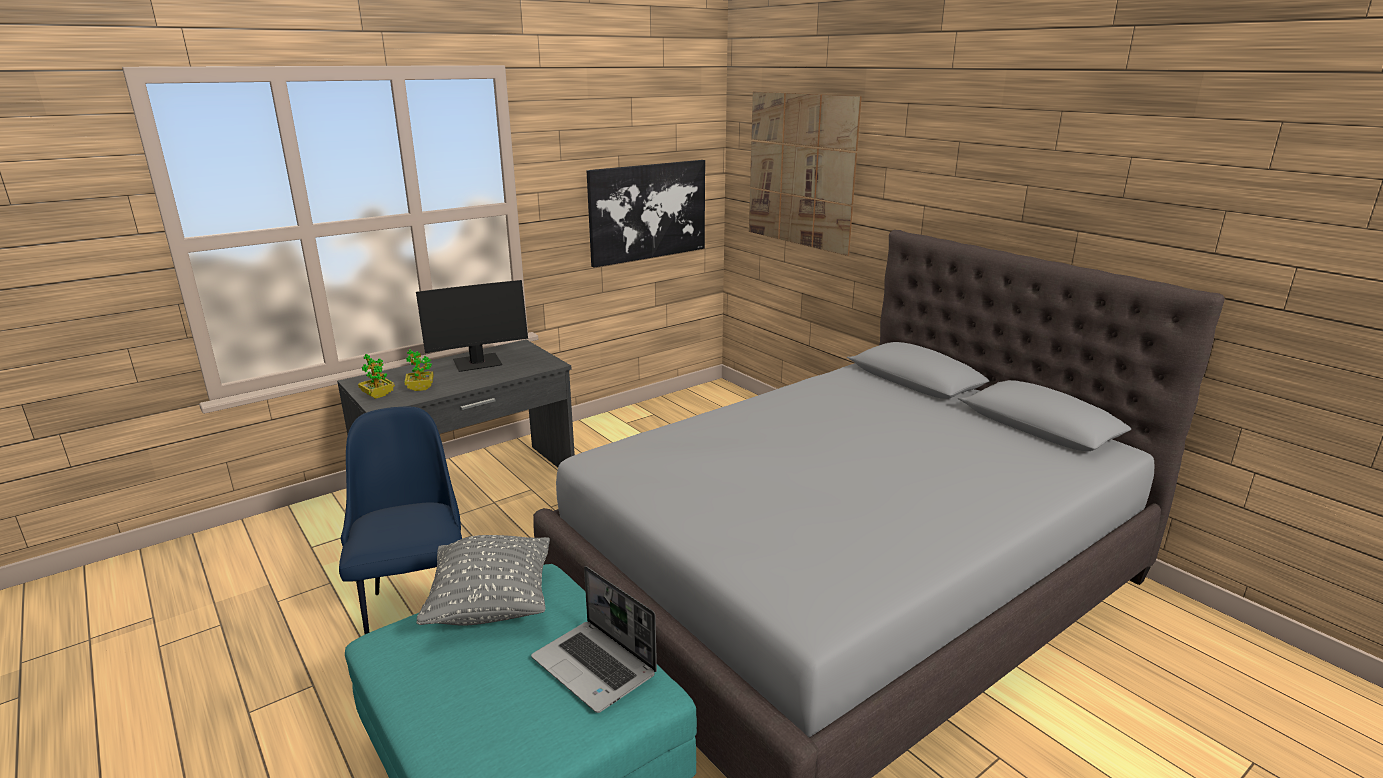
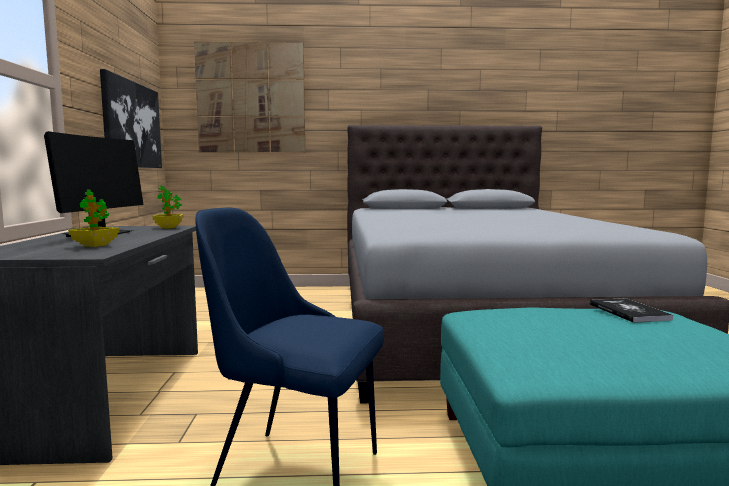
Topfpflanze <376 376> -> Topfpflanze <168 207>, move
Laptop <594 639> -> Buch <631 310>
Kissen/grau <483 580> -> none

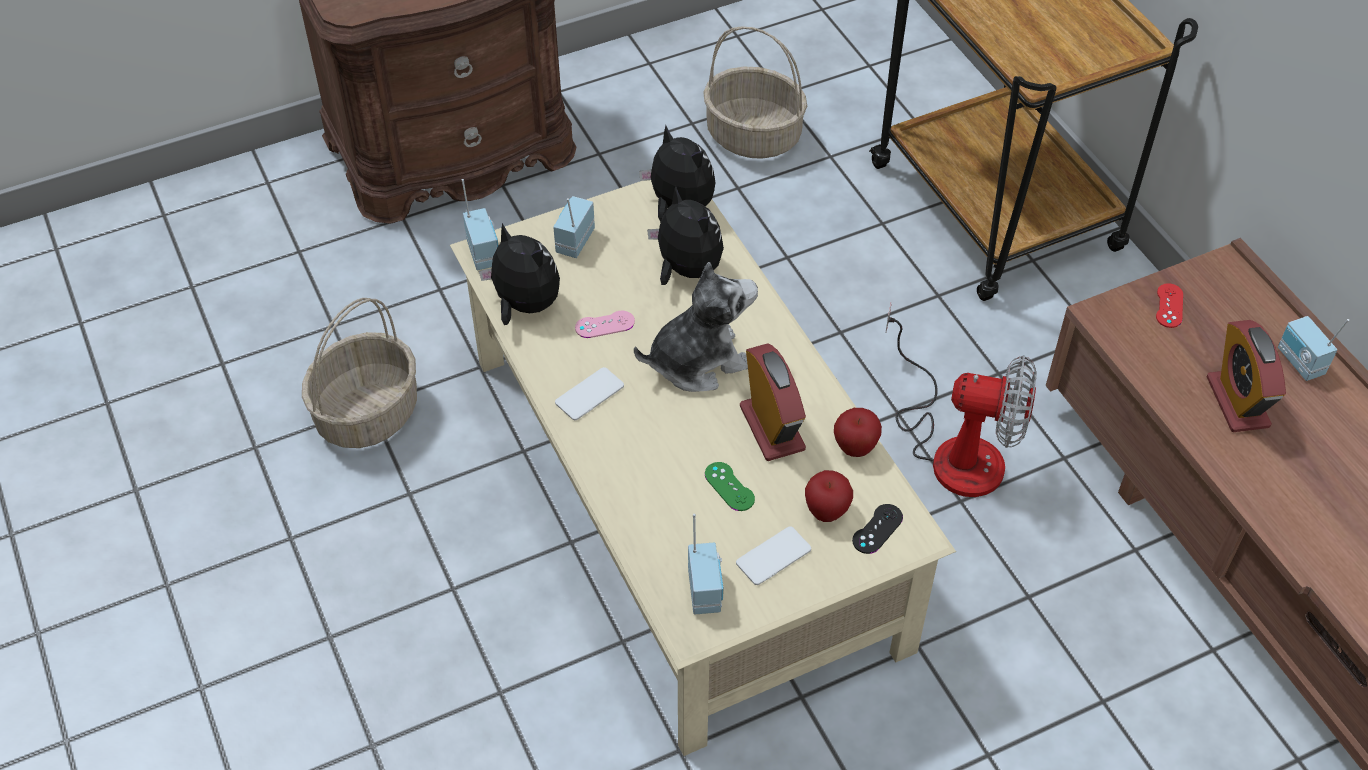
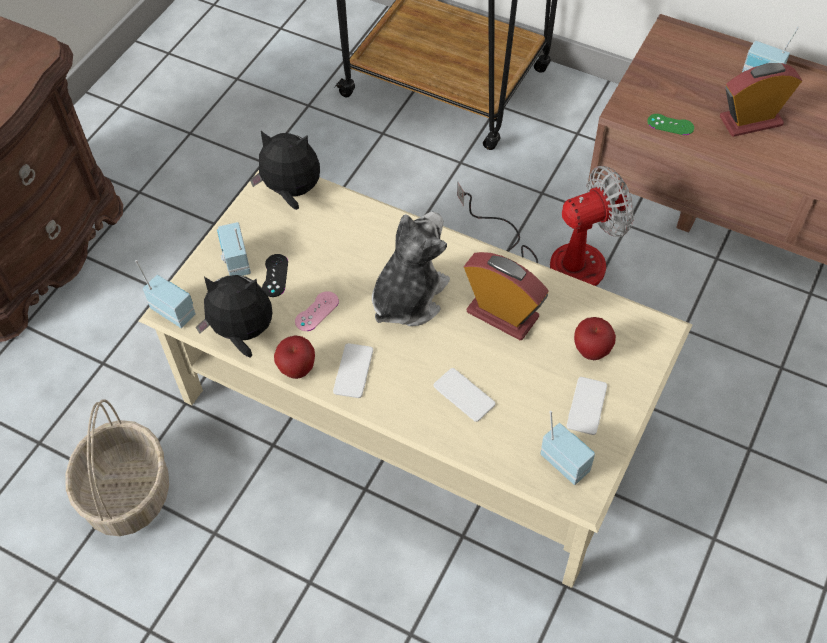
Gamepad/schwarz <877 529> -> Gamepad/schwarz <275 275>, move
Apfel <858 432> -> Apfel <294 357>, move
none -> Handy <464 395>
Gamepad/grün <730 486> -> Gamepad/grün <670 124>, move
Wecker <1246 376> -> Wecker <761 100>, 120 degrees clockwise
Plüschtier <685 235> -> none
Korb <755 92> -> none
Gamepad/rot <1169 305> -> none

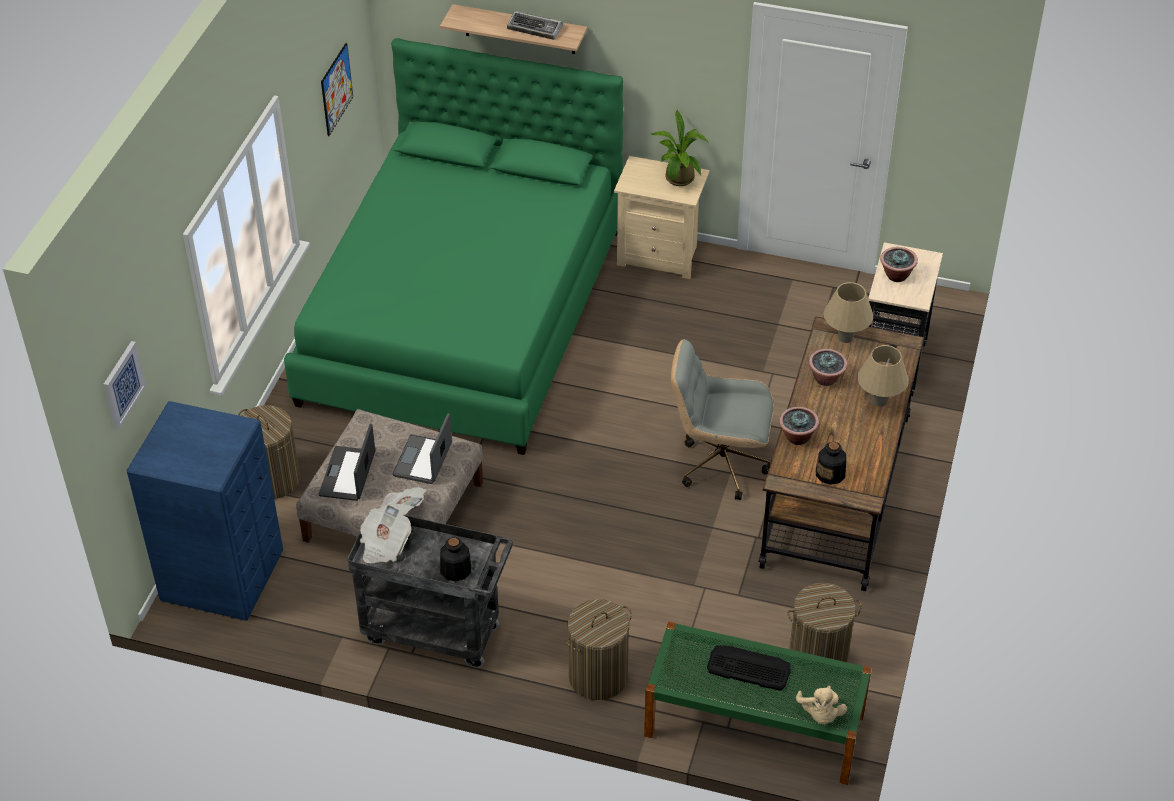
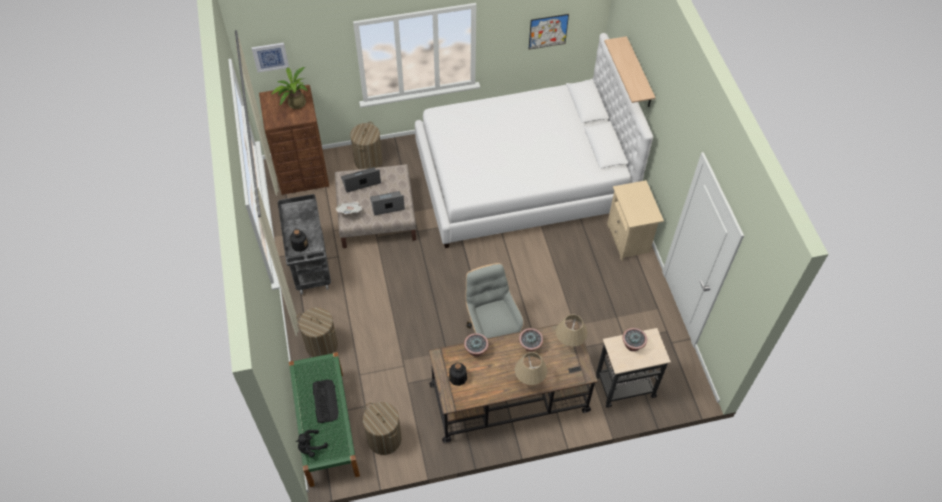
Kommode/blau <204 511> -> Kommode/braun <294 140>
Topfpflanze <680 148> -> Topfpflanze <290 88>, move
Plüschtier/beige <821 705> -> Plüschtier/schwarz <312 443>
Bett/grün <453 246> -> Bett/weiß <534 140>
Zeitung <385 533> -> none
Tastatur <535 25> -> none

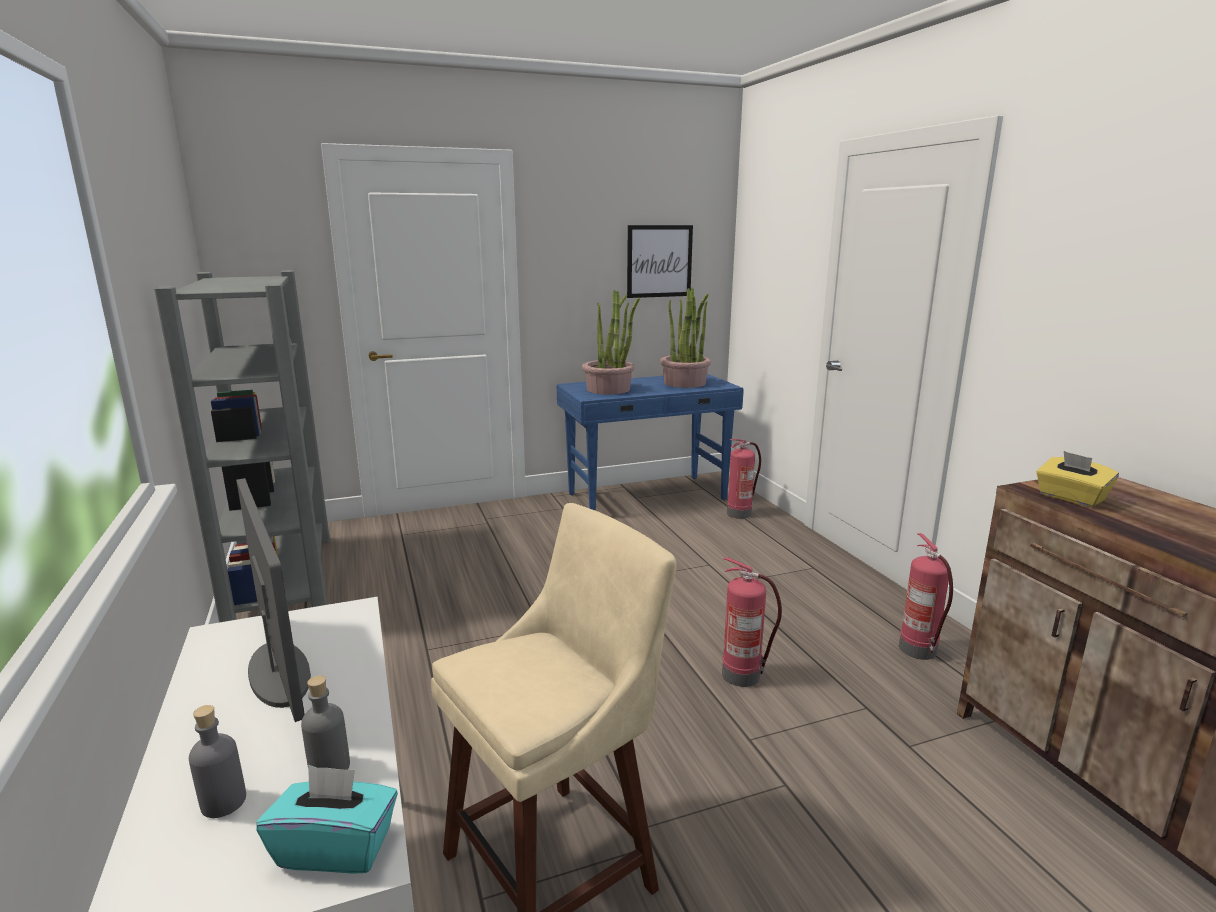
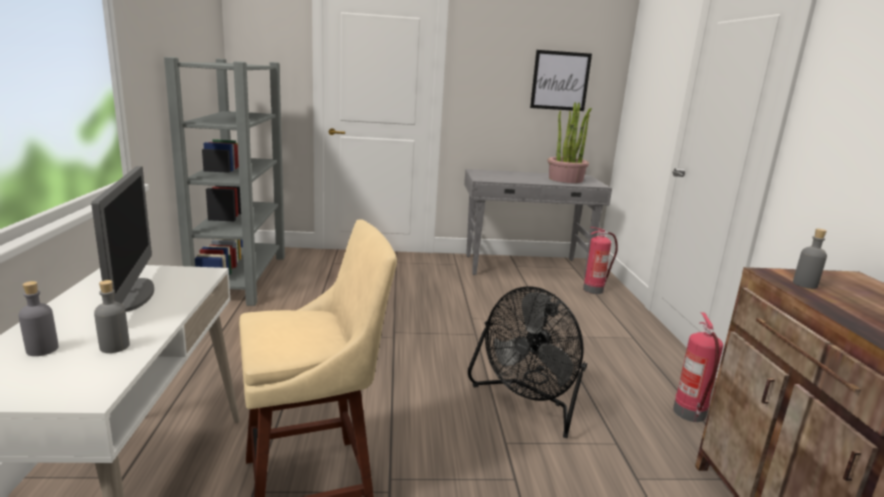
Konsolentisch/blau <650 442> -> Konsolentisch/grau <538 223>
Feuerlöscher <752 622> -> Ventilator/schwarz <527 362>
Taschentuchbox/gelb <1077 479> -> Flasche/grau <810 258>
Taschentuchbox/türkis <327 819> -> none
Topfpflanze <611 342> -> none

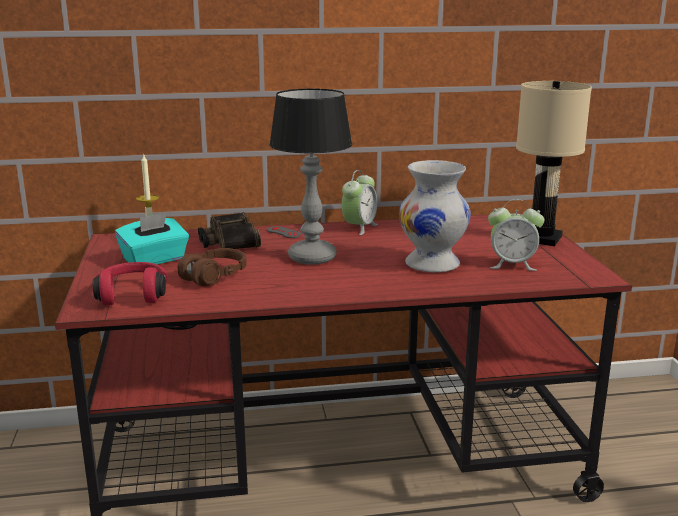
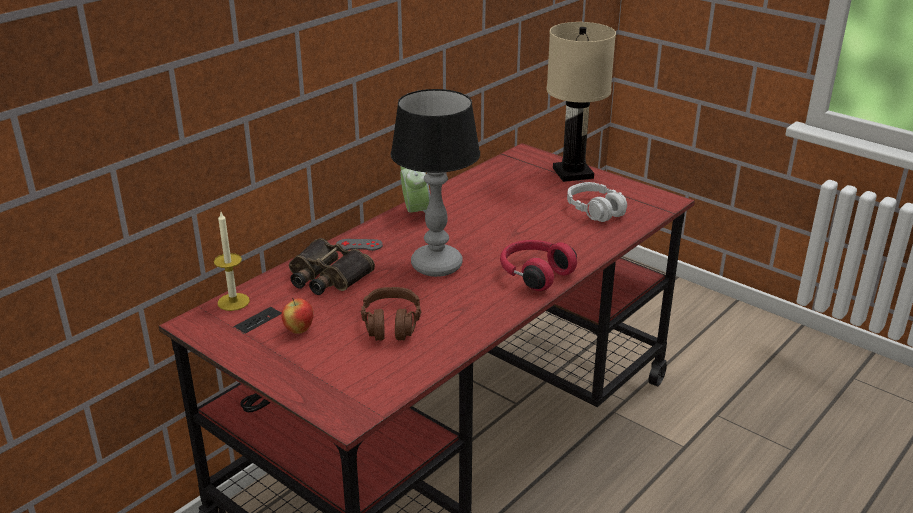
Taschentuchbox/türkis <152 238> -> Apfel <298 316>
Kopfhörer/rot <130 284> -> Kopfhörer/rot <538 265>, move
Wecker <516 235> -> Kopfhörer/grau <597 202>
Vase/weiß <435 216> -> none

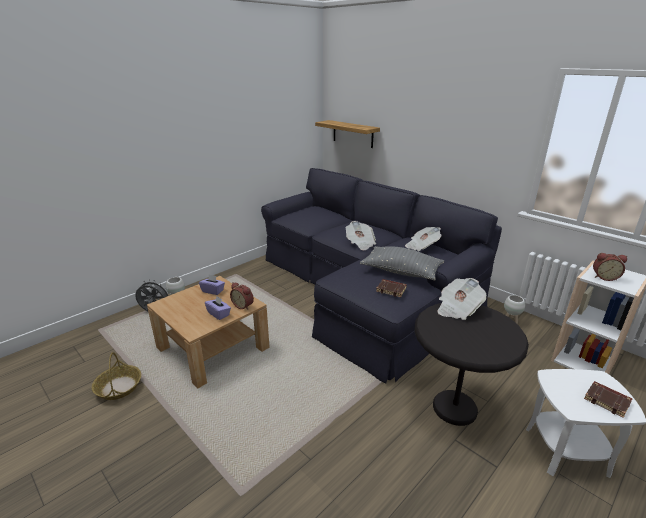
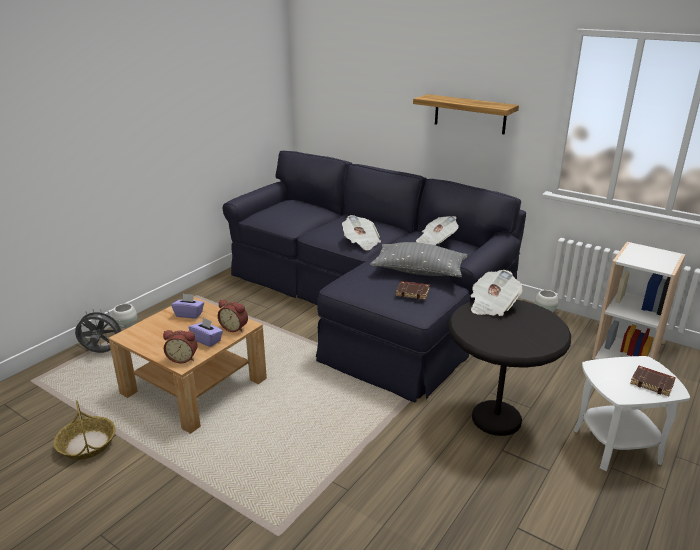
Wecker <610 267> -> Wecker <180 346>, move
Wandregal <347 134> -> Wandregal <466 114>, move

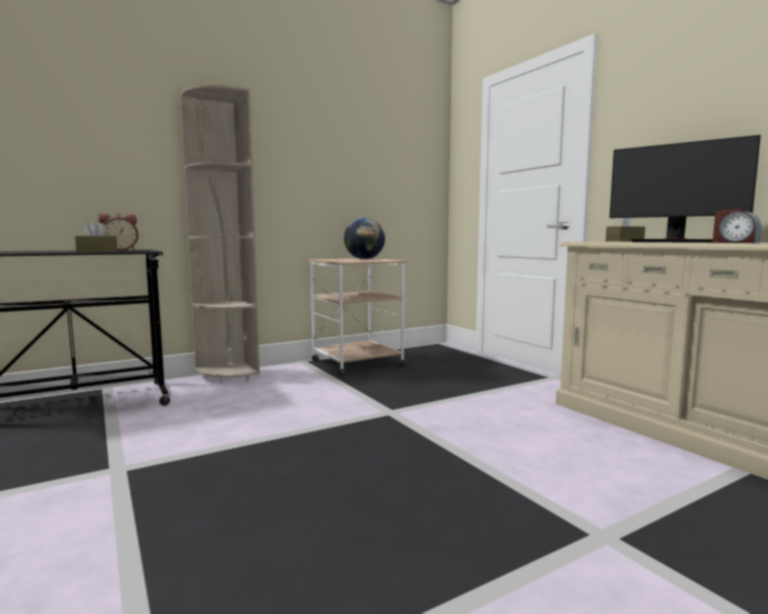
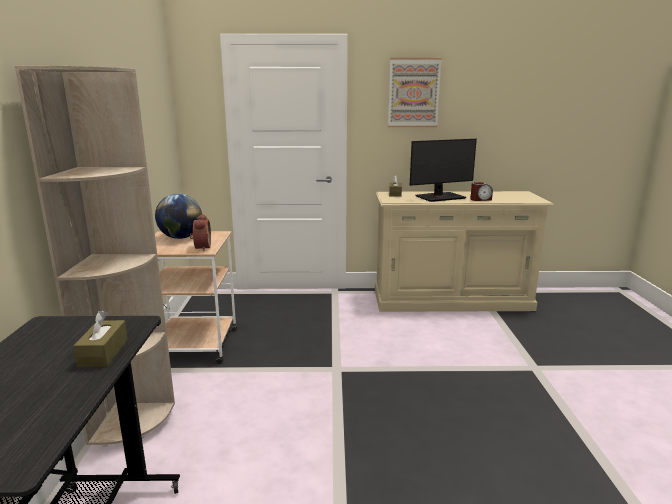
Wecker <118 232> -> Wecker <200 232>, move
none -> Bild <415 92>

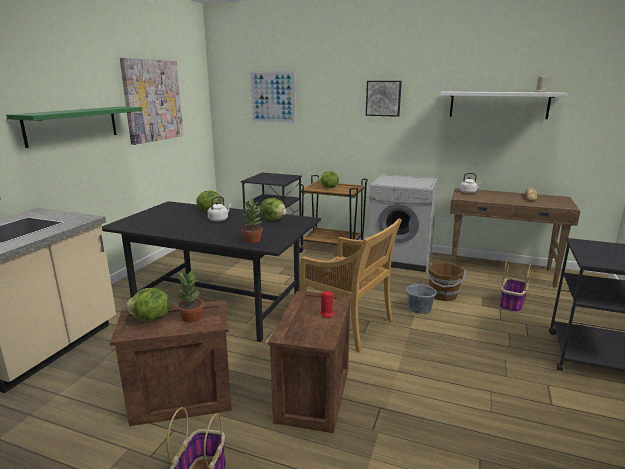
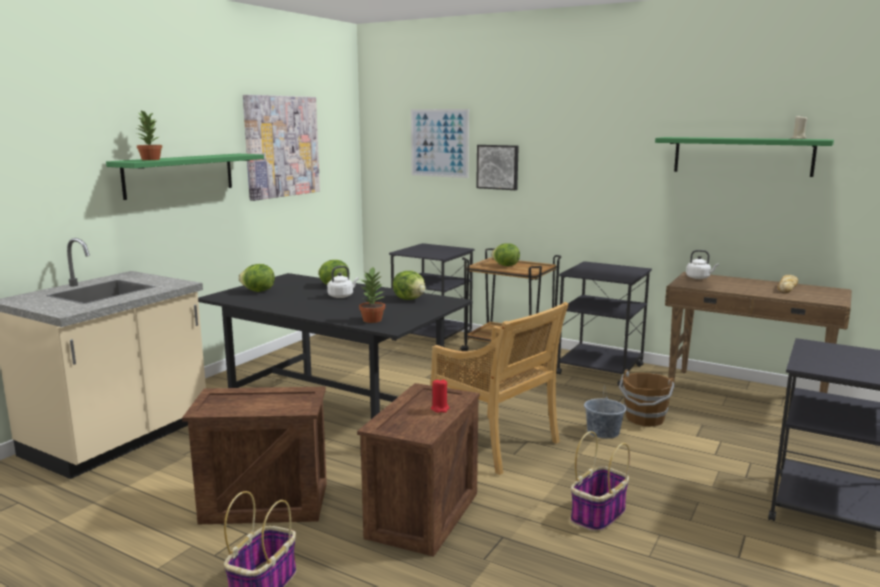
Topfpflanze <190 296> -> Topfpflanze <149 135>, move
Salatkopf <147 305> -> Salatkopf <256 278>, move
Bild <384 99> -> Bild <497 167>, move
Waschmaschine/weiß <403 223> -> Rollwagen/schwarz <604 324>
Korb <515 285> -> Korb <600 481>, move
Wandregal/weiß <504 105> -> Wandregal/grün <744 157>

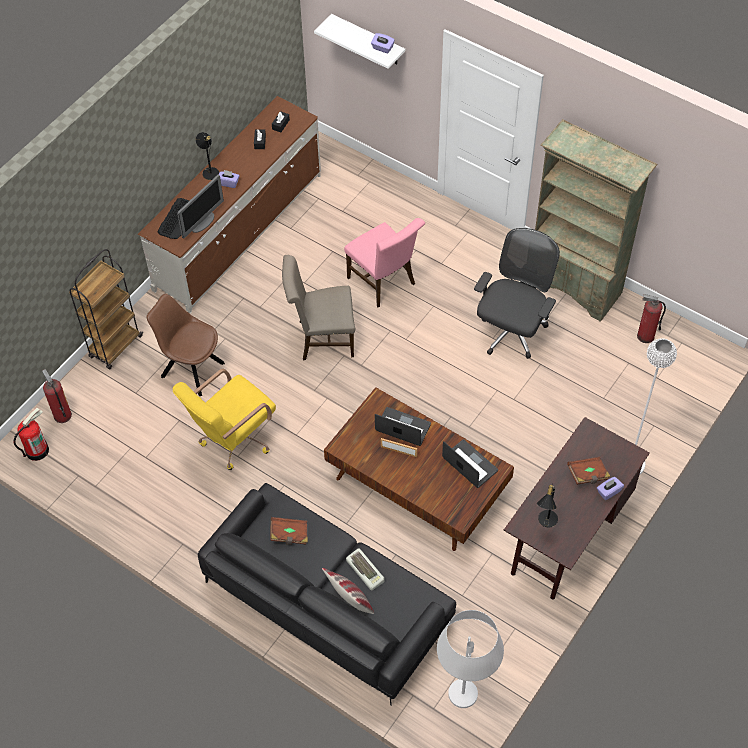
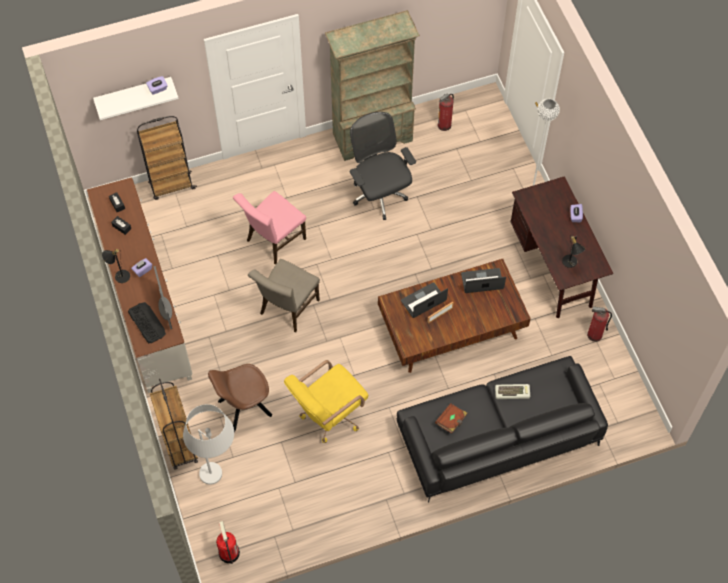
none -> Rollwagen/braun <167 158>
Stehlampe/weiß <470 659> -> Stehlampe/weiß <208 444>, move
Stuhl/rosa <384 262> -> Stuhl/rosa <269 227>, 135 degrees clockwise
Bürostuhl/gelb <224 419> -> Bürostuhl/gelb <326 401>, 60 degrees clockwise
Feuerlöscher <57 396> -> Feuerlöscher <599 324>, move
Kissen <348 591> -> none
Buch/braun <588 471> -> none

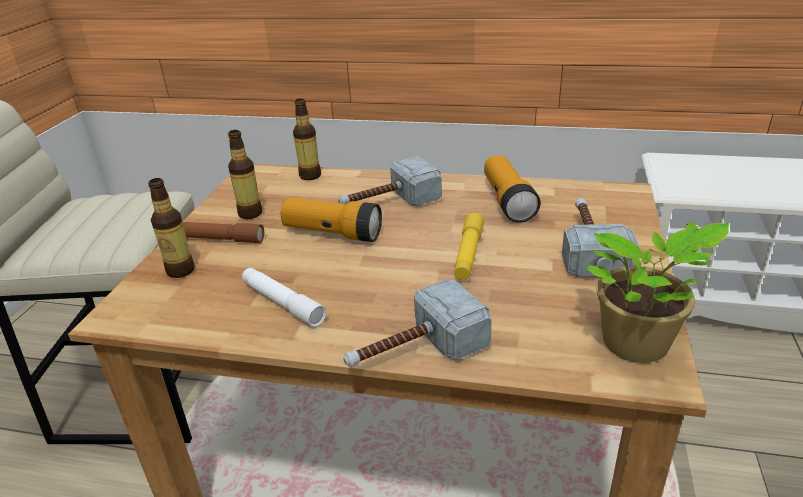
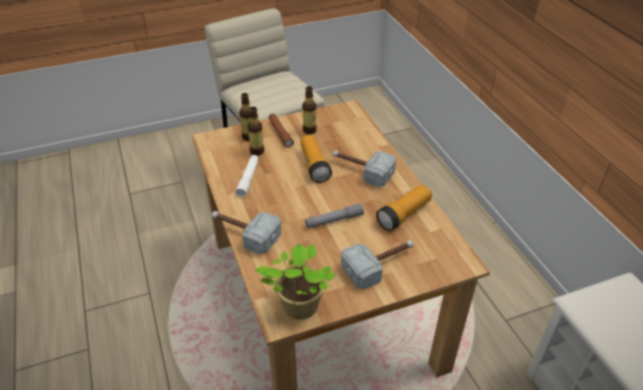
Flasche <307 139> -> Flasche <255 131>, move
Taschenlampe/gelb <469 246> -> Taschenlampe/grau <334 215>

